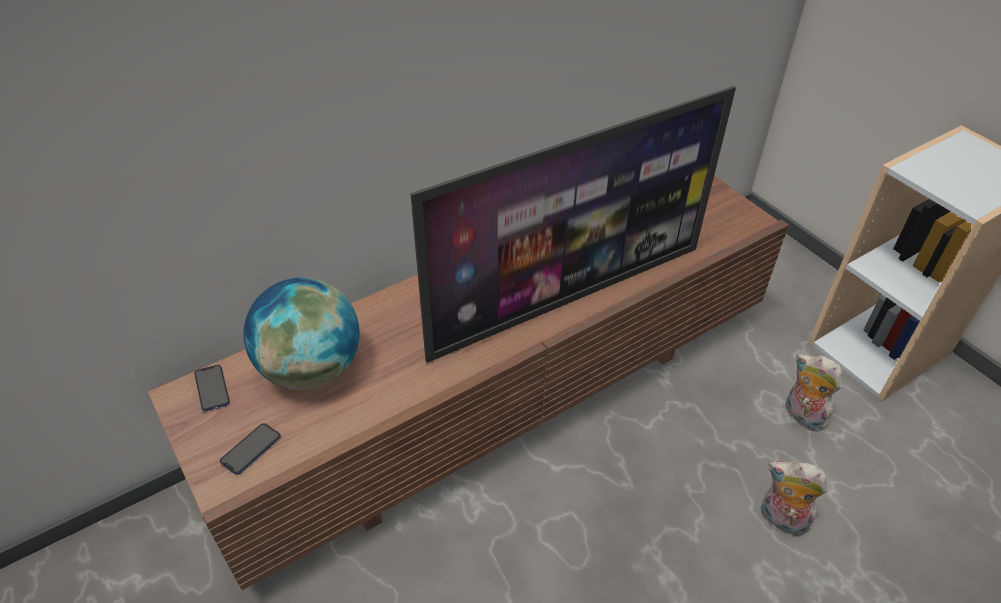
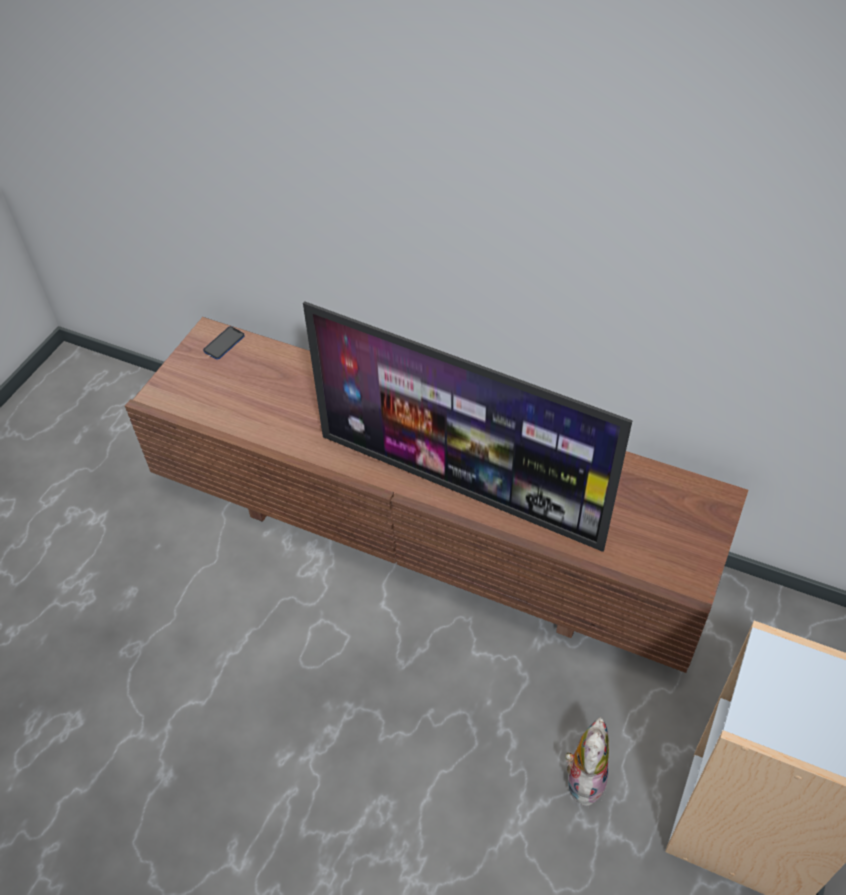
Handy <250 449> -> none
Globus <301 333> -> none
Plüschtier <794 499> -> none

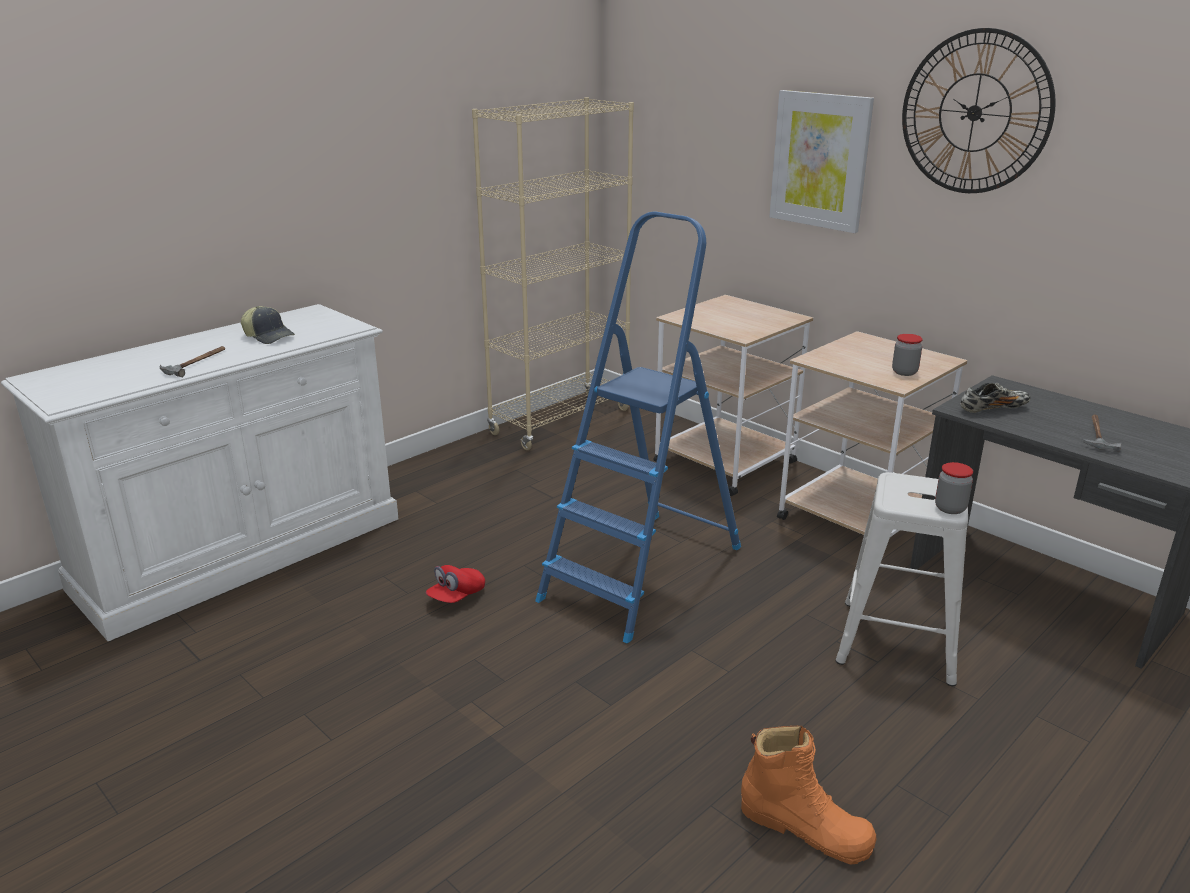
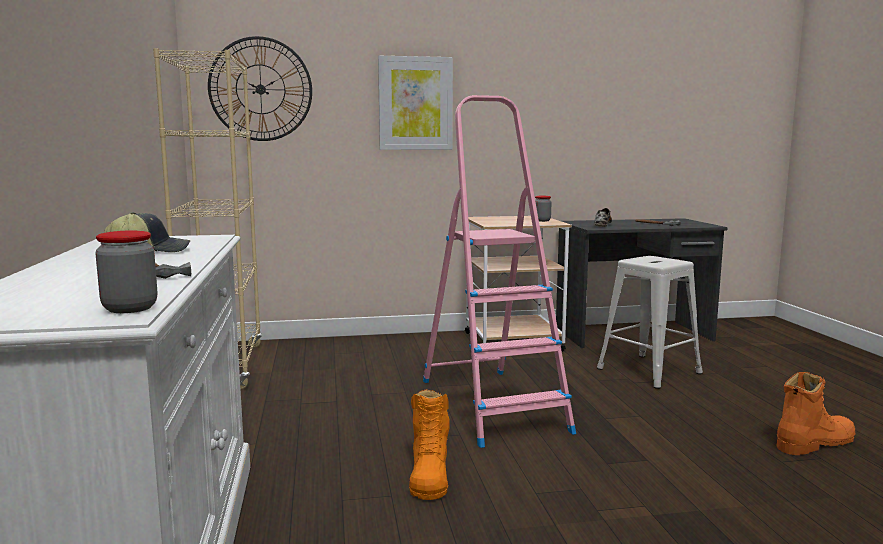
Vorratsglas <954 488> -> Vorratsglas <126 271>, move
Wanduhr <979 110> -> Wanduhr <260 88>, move
Kappe/rot <455 584> -> Stiefel/orange <429 444>
Trittleiter/blau <638 427> -> Trittleiter/rosa <499 271>
Rollwagen/beige <733 395> -> none

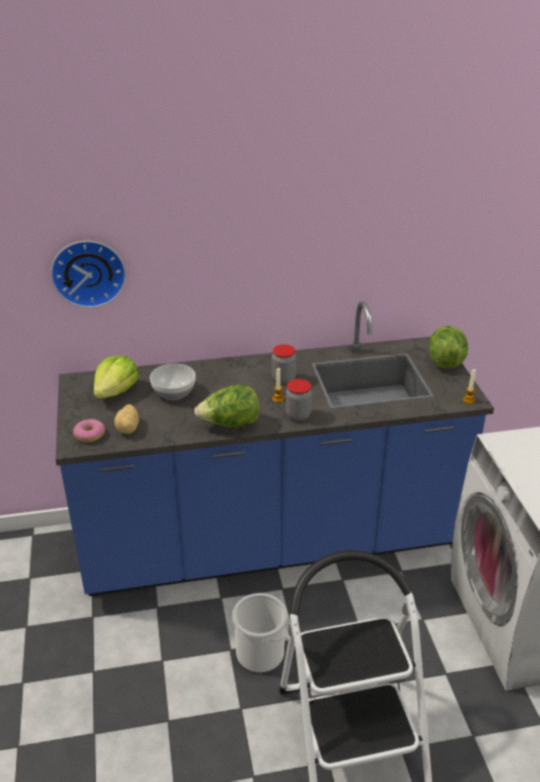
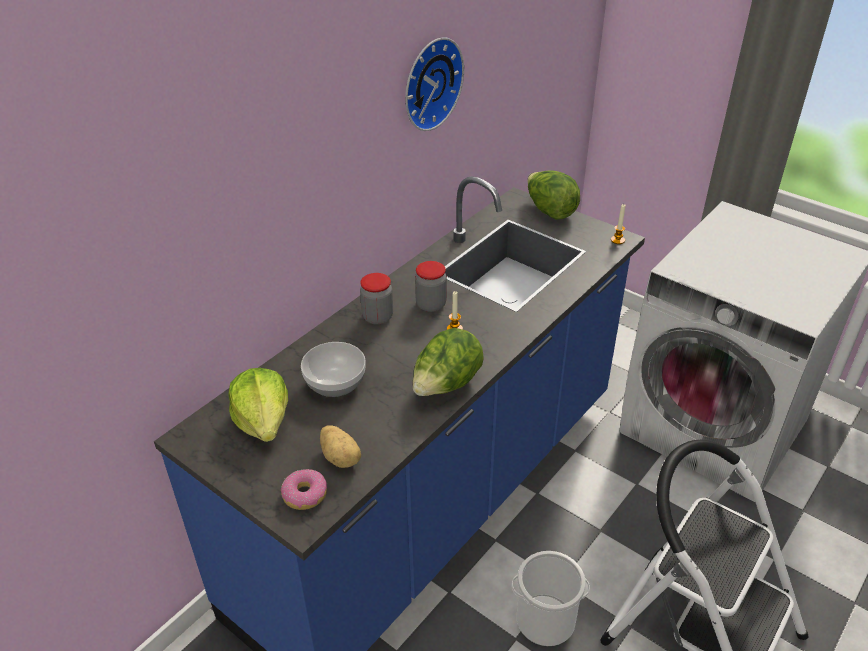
Vorratsglas <299 400> -> Vorratsglas <376 299>, move
Wanduhr <88 274> -> Wanduhr <434 84>, move

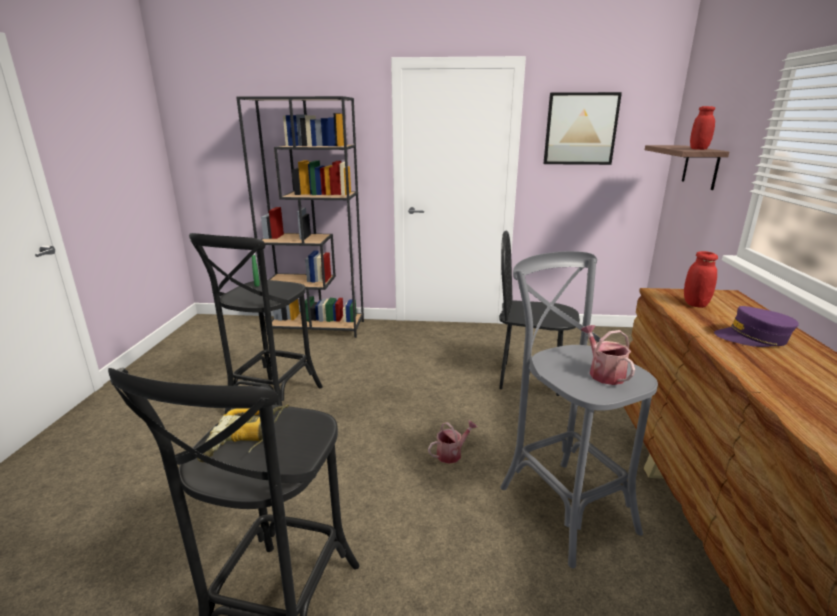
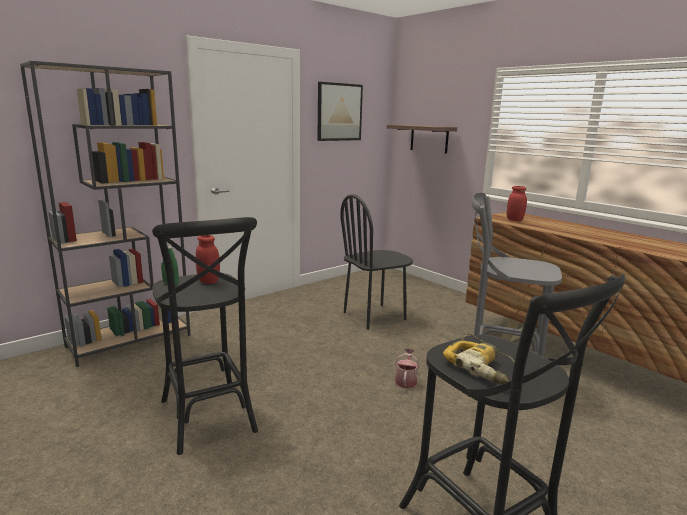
Vorratsglas/rot <702 128> -> Vorratsglas/rot <208 259>, move
Gießkanne <608 355> -> none
Kappe/lila <756 326> -> none

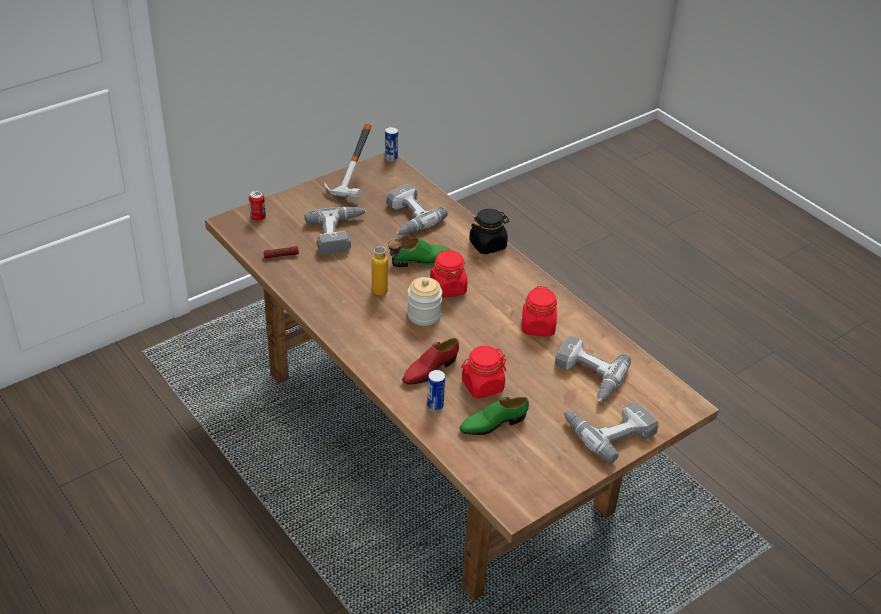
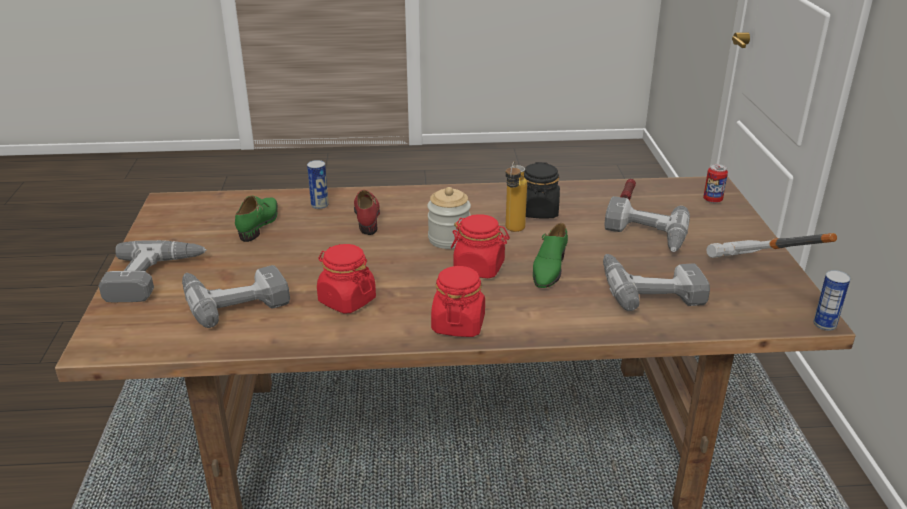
Vorratsglas/rot <483 372> -> Vorratsglas/rot <458 301>, move
Vorratsglas/schwarz <489 231> -> Vorratsglas/schwarz <542 190>, move

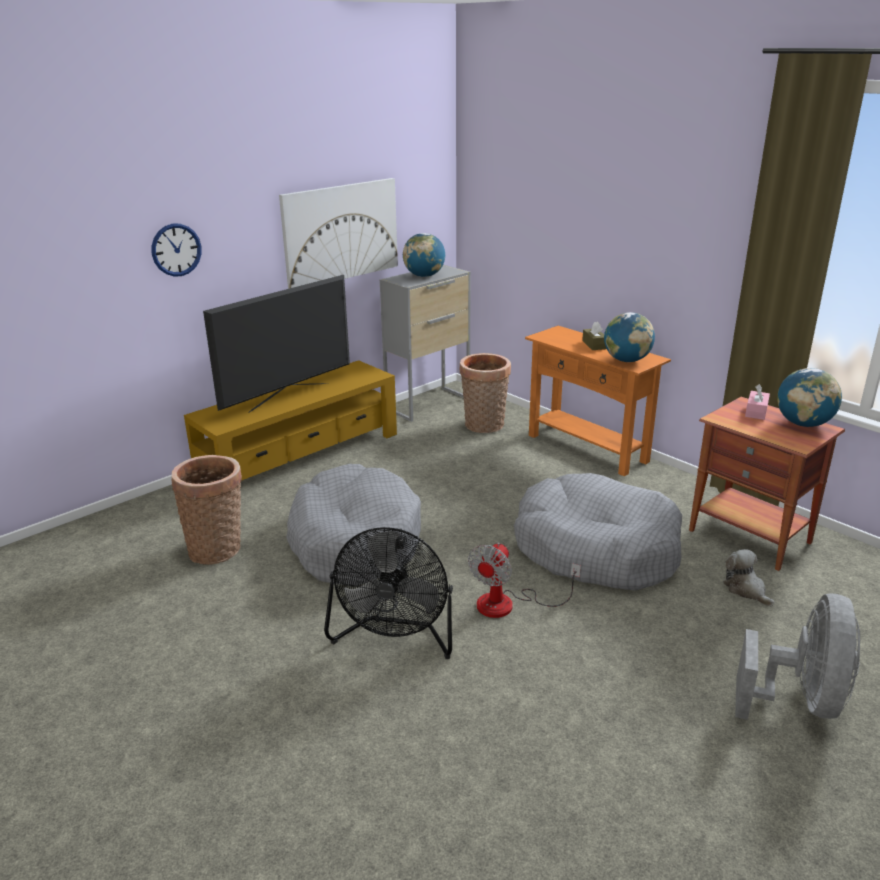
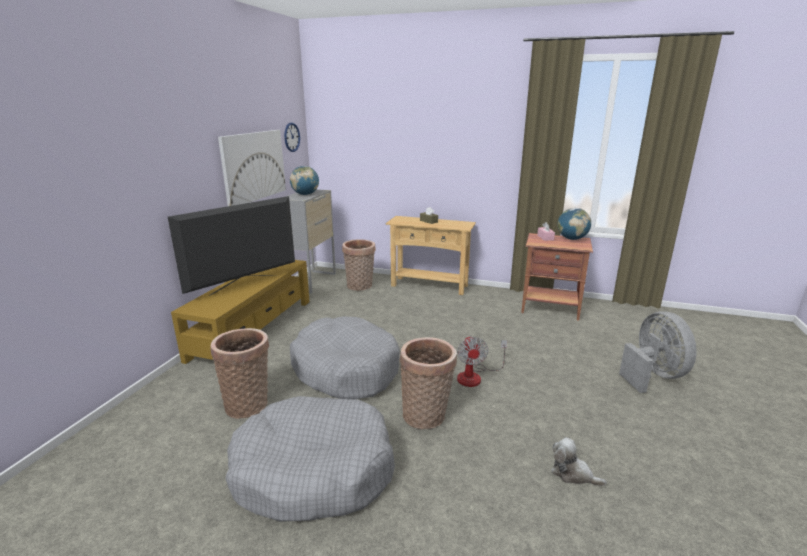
Fernseher <276 344> -> Fernseher <231 246>, 150 degrees counterclockwise
Hundebett/grau <598 532> -> Hundebett/grau <310 459>, move
Wanduhr <176 250> -> Wanduhr <292 137>, move
Konsolentisch/orange <598 401> -> Konsolentisch/beige <431 255>
Ventilator/schwarz <388 593> -> Korb <428 383>
Plüschtier <748 577> -> Plüschtier <579 461>, move
Globus <629 337> -> none

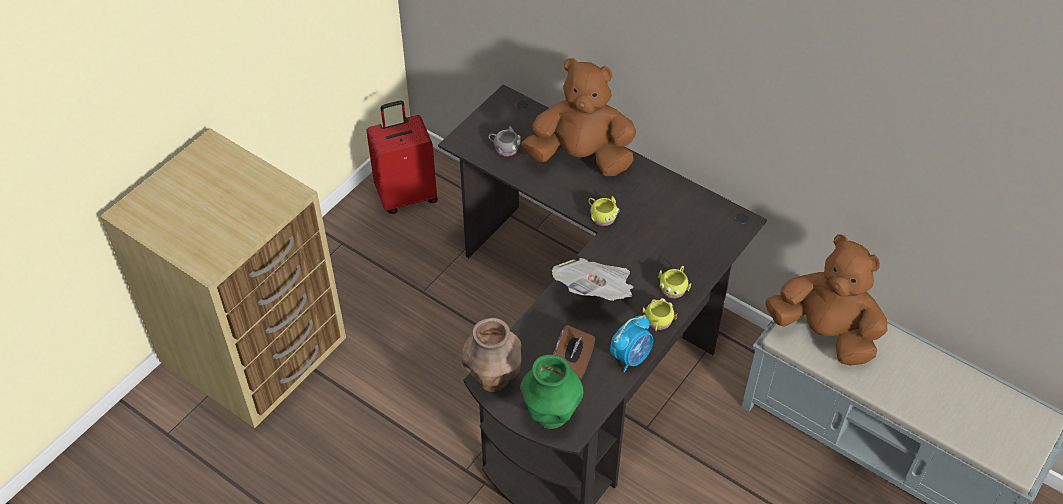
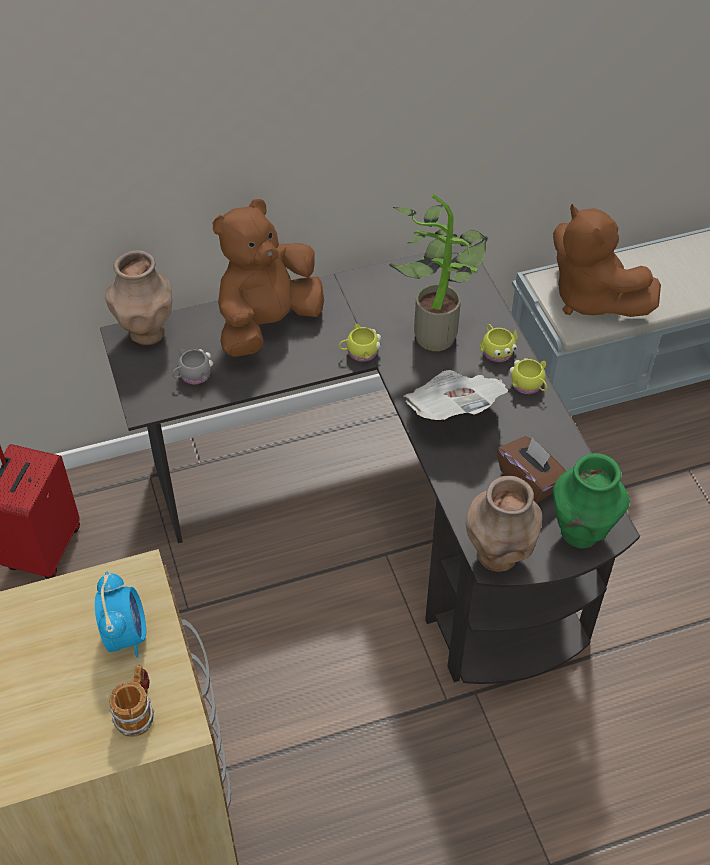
Wecker <631 343> -> Wecker <120 615>, move
none -> Vase/braun <138 298>
none -> Henkelbecher <131 701>
none -> Topfpflanze <438 272>
Plüschtier/braun <826 300> -> Plüschtier/braun <607 260>, 105 degrees counterclockwise

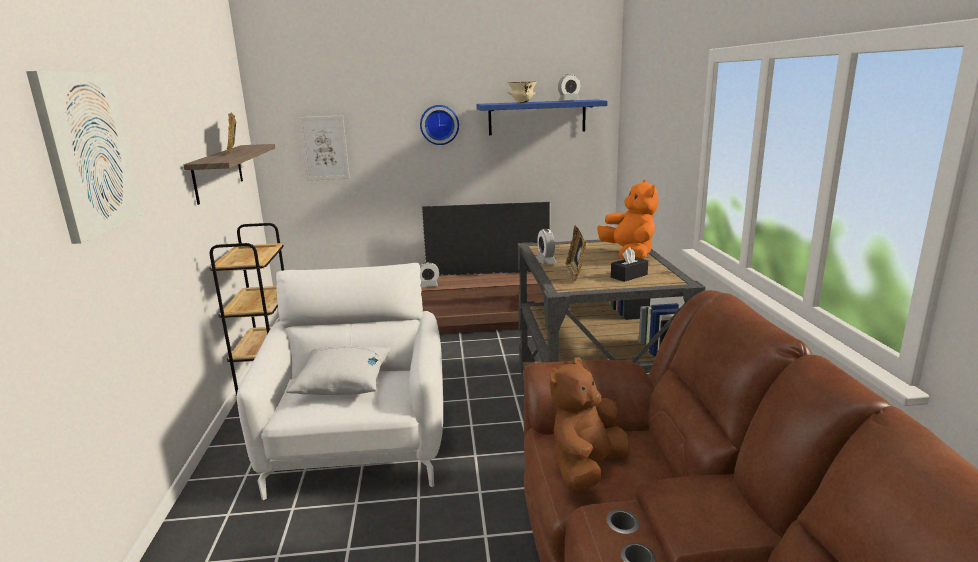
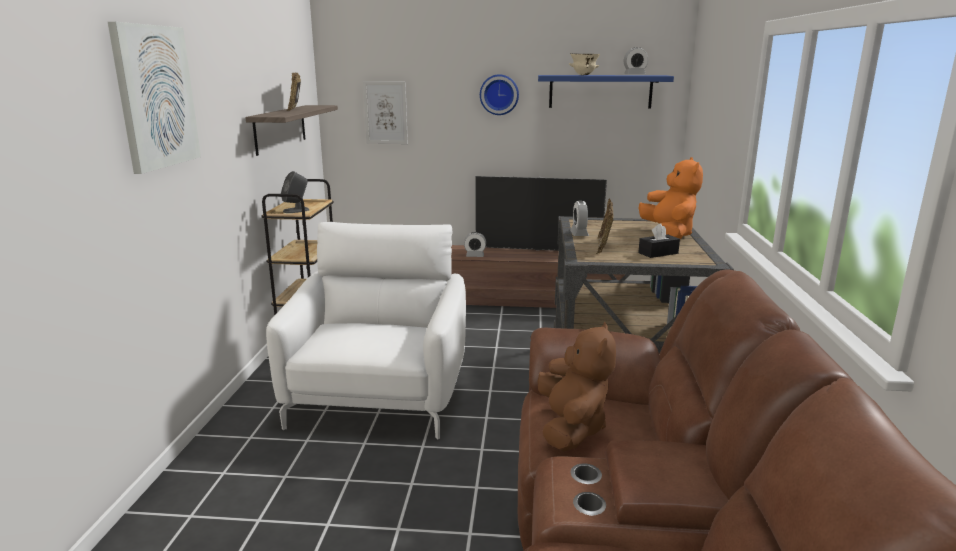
none -> Lautsprecher/grau <295 192>
Plüschtier/braun <590 424> -> Plüschtier/braun <576 386>, 135 degrees clockwise
Kissen/grau <338 370> -> none

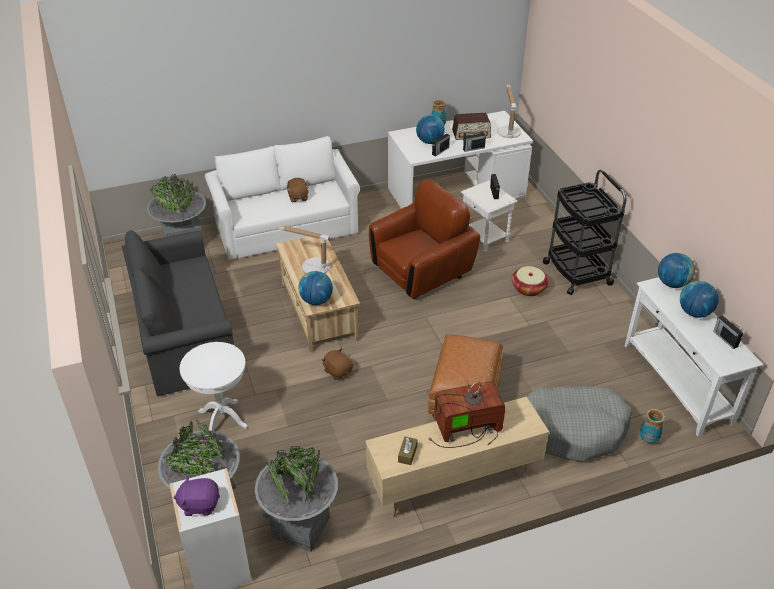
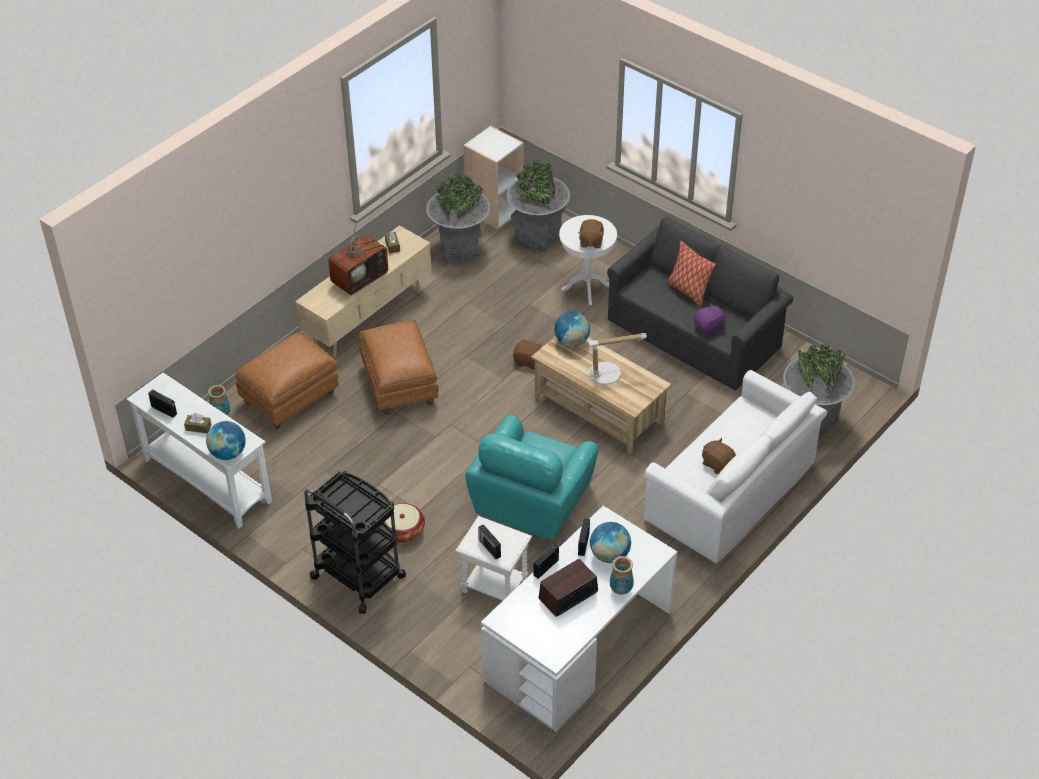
Globus <699 299> -> Taschentuchbox/braun <197 423>
Hundebett/grau <579 423> -> Polsterhocker/braun <287 380>
Sessel/braun <424 239> -> Sessel/türkis <531 477>
none -> Plüschtier/braun <591 233>
none -> Kissen <691 274>
Plüschtier/lila <196 496> -> Plüschtier/lila <710 319>, move
Tischlampe <509 112> -> none

